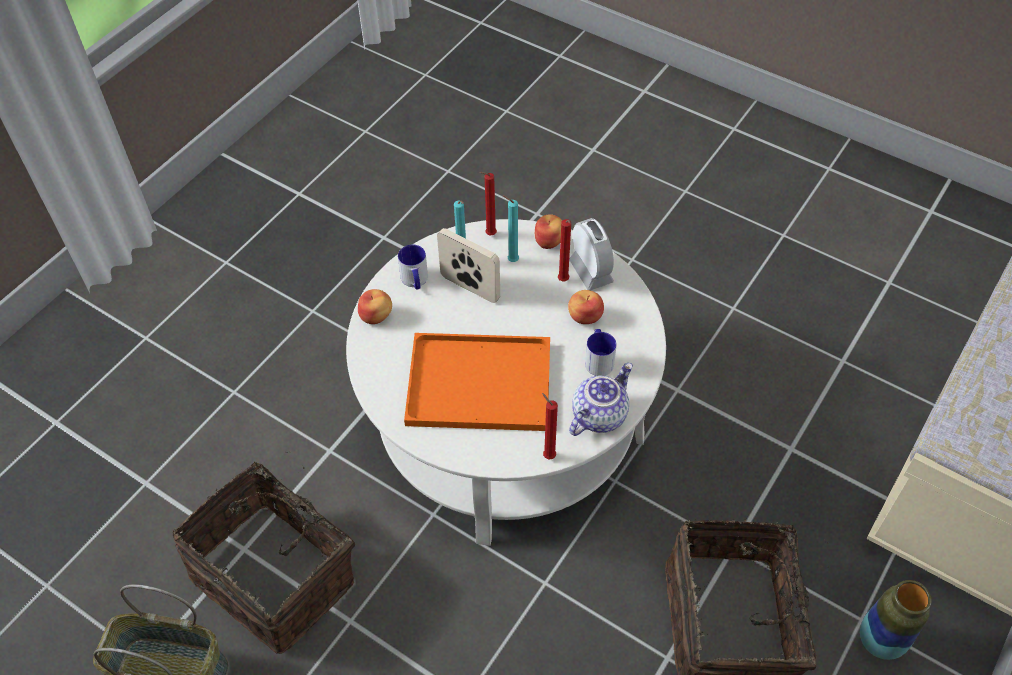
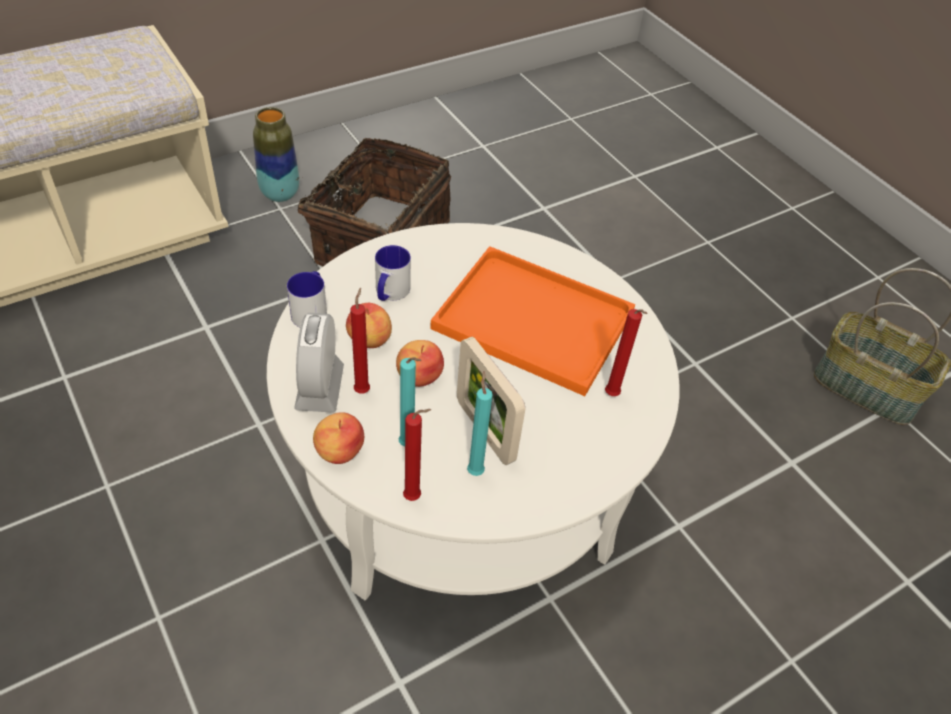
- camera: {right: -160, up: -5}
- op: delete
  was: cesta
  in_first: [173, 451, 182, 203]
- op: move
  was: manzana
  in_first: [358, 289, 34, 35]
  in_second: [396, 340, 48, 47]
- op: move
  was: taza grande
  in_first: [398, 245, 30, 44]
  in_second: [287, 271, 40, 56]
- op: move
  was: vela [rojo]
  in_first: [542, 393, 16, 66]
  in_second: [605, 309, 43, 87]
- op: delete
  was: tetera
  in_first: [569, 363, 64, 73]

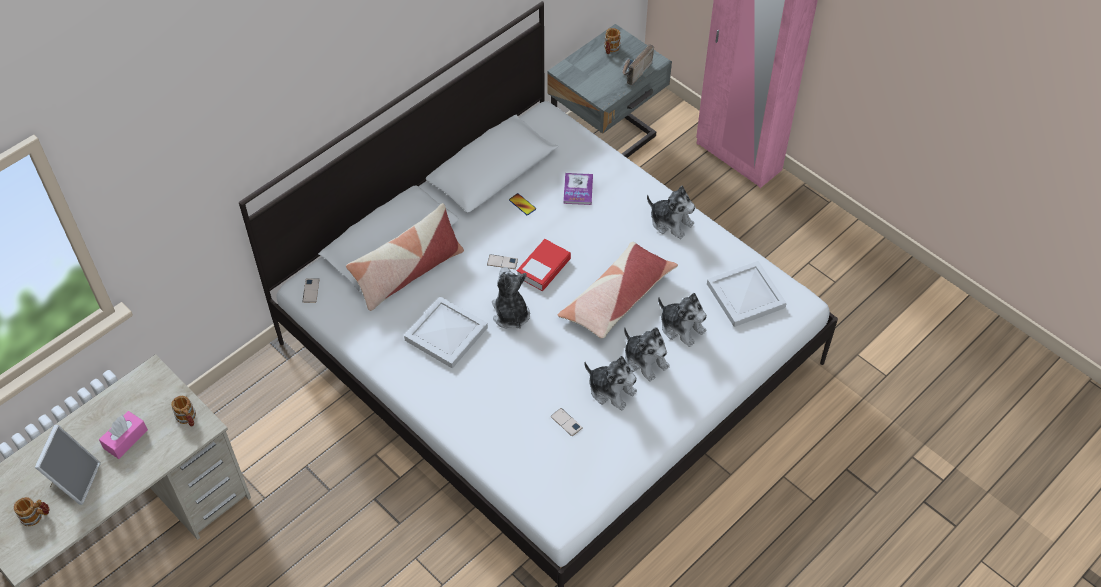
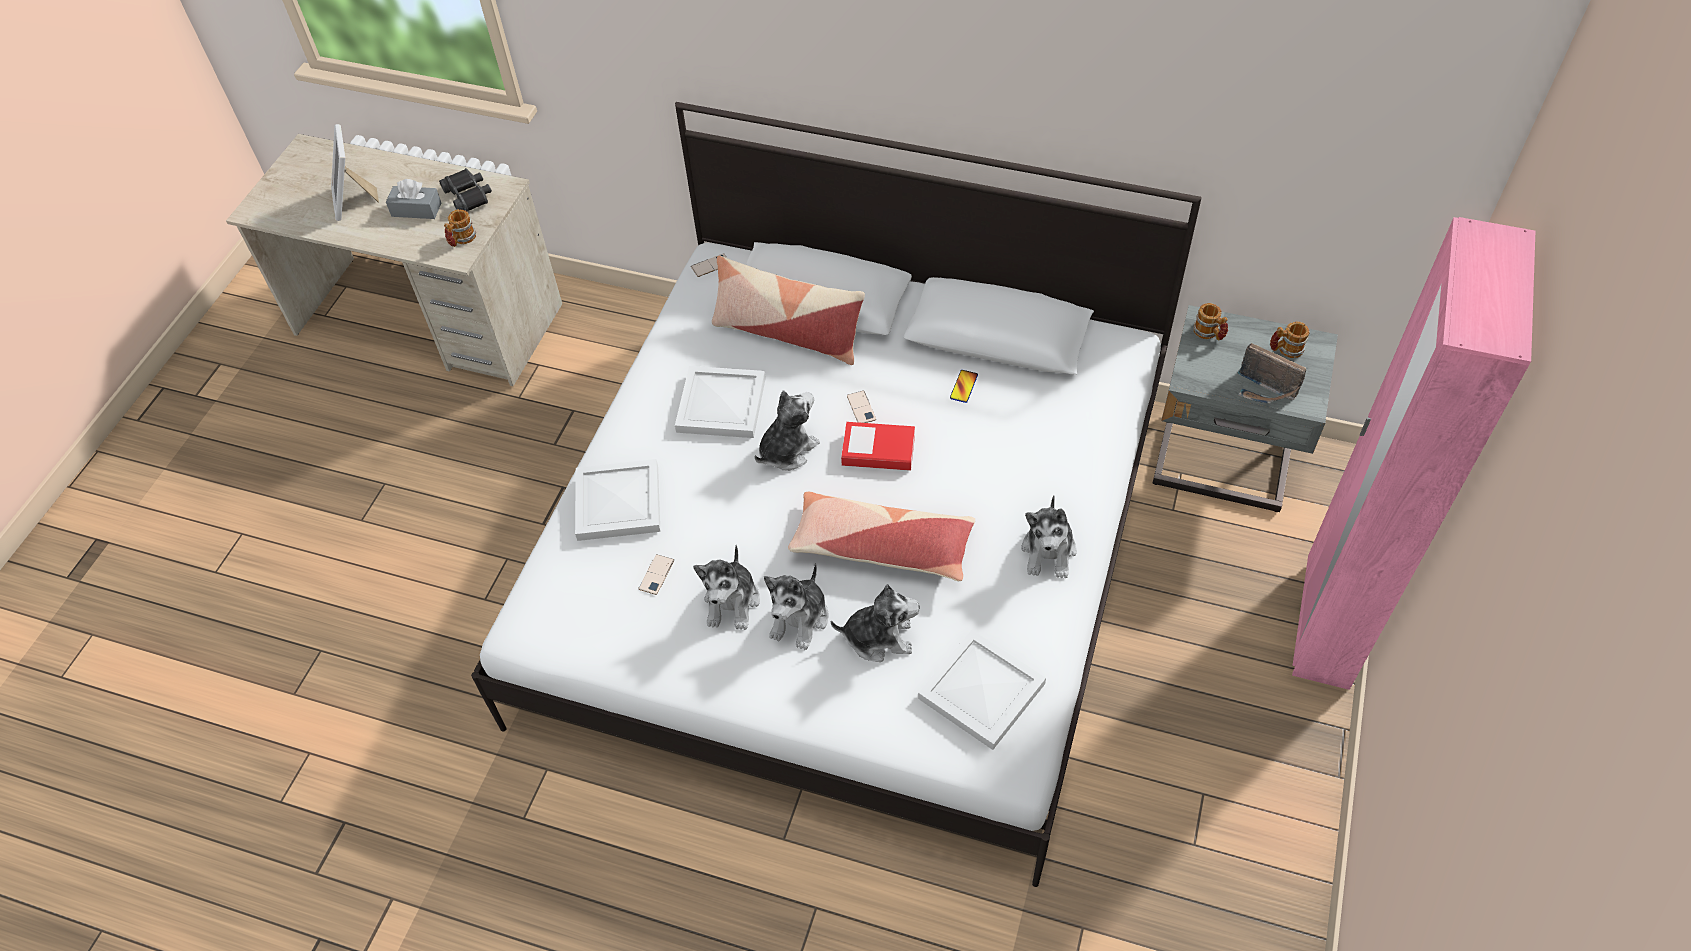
- camera: {right: 65, up: 0}
- op: move
  was: taza grande
  in_first: [14, 497, 36, 29]
  in_second: [1194, 303, 34, 38]
- op: rotate
  was: portarretratos
  in_first: [35, 424, 66, 81]
  in_second: [331, 124, 48, 97]
  clockwise: 90
- op: recolor
  was: caja de pañuelos [rosa]
  now: caja de pañuelos [gris]
  in_first: [99, 411, 49, 48]
  in_second: [386, 179, 55, 40]
- op: delete
  was: libro
  in_first: [563, 173, 30, 32]
- op: rotate
  was: radio
  in_first: [622, 44, 32, 42]
  in_second: [1238, 343, 68, 61]
  clockwise: -150
- op: rotate
  was: peluche
  in_first: [658, 293, 49, 54]
  in_second: [831, 584, 89, 78]
  clockwise: -105
- op: insert
  now: prismáticos [negro]
  in_second: [439, 168, 53, 44]
- op: insert
  now: bandeja [blanco]
  in_second: [575, 459, 85, 82]

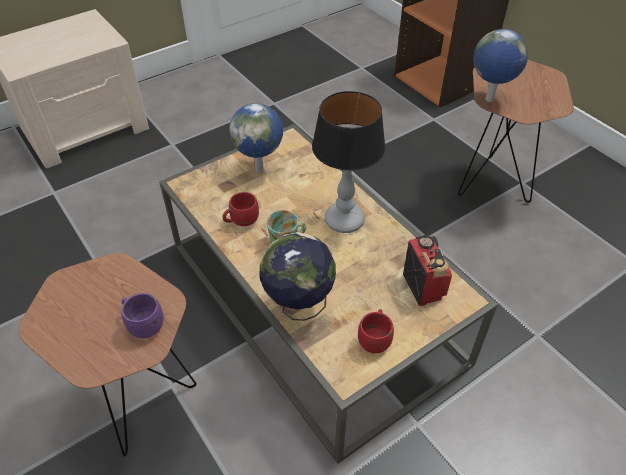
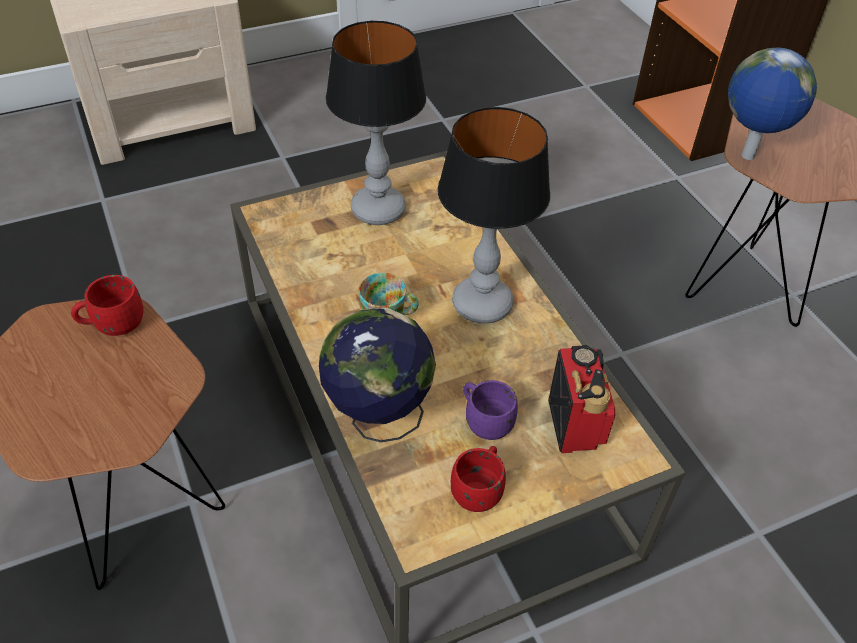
- camera: {right: 10, up: 0}
- op: move
  was: taza grande [morado]
  in_first: [122, 293, 42, 45]
  in_second: [463, 380, 55, 60]
- op: move
  was: taza grande [rojo]
  in_first: [222, 192, 37, 34]
  in_second: [71, 275, 73, 61]
- op: replace
  was: globo terráqueo
  now: lámpara de mesa
  in_first: [229, 103, 54, 70]
  in_second: [326, 21, 100, 204]

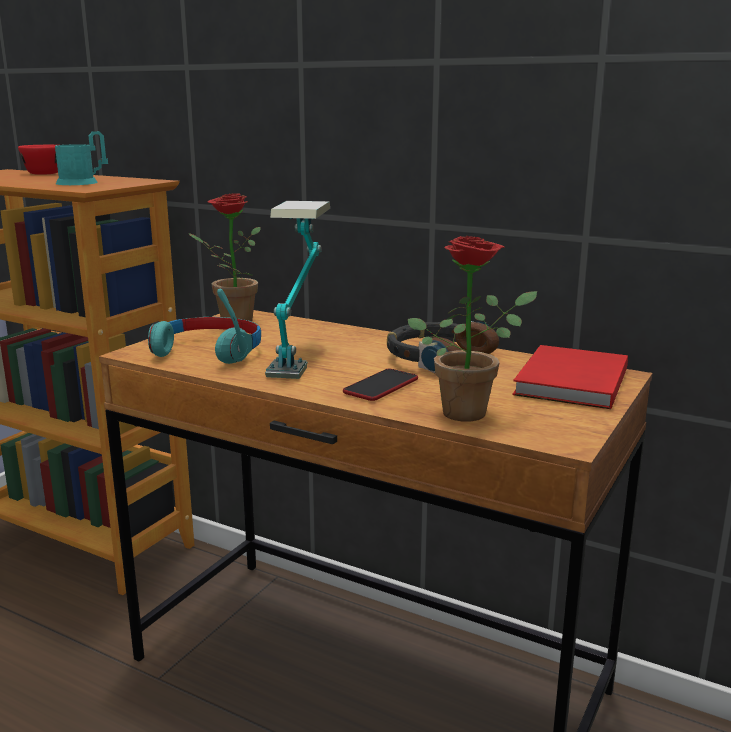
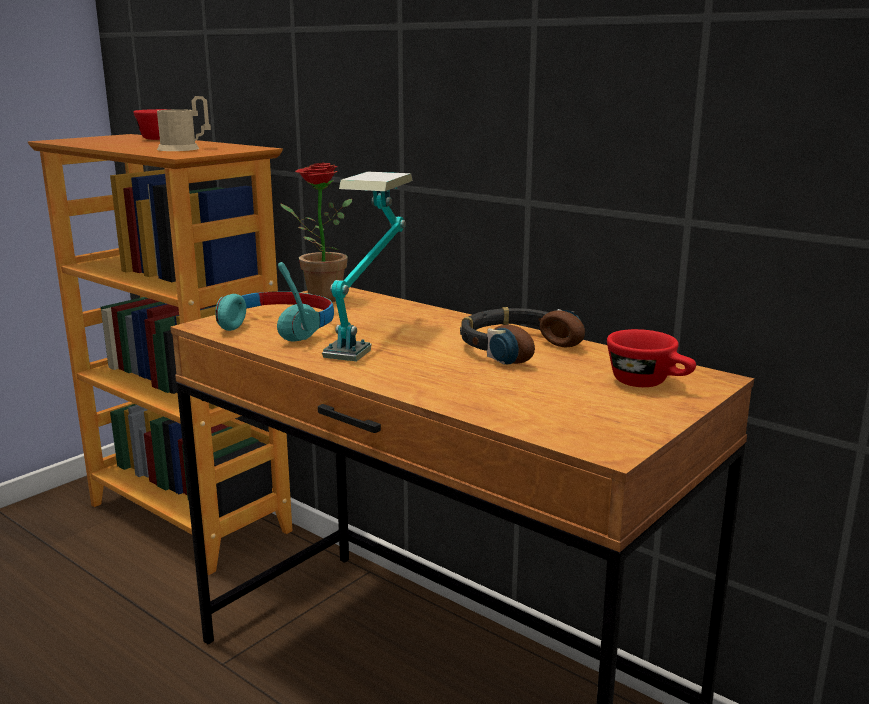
- camera: {right: 10, up: 0}
- op: recolor
  was: taza grande [turquesa]
  now: taza grande [beis]
  in_first: [55, 131, 53, 54]
  in_second: [157, 96, 54, 55]
- op: delete
  was: móvil
  in_first: [343, 369, 75, 32]
- op: delete
  was: planta en maceta
  in_first: [408, 236, 129, 186]
- op: replace
  was: libro [rojo]
  now: taza [rojo]
  in_first: [513, 345, 115, 64]
  in_second: [607, 329, 89, 58]

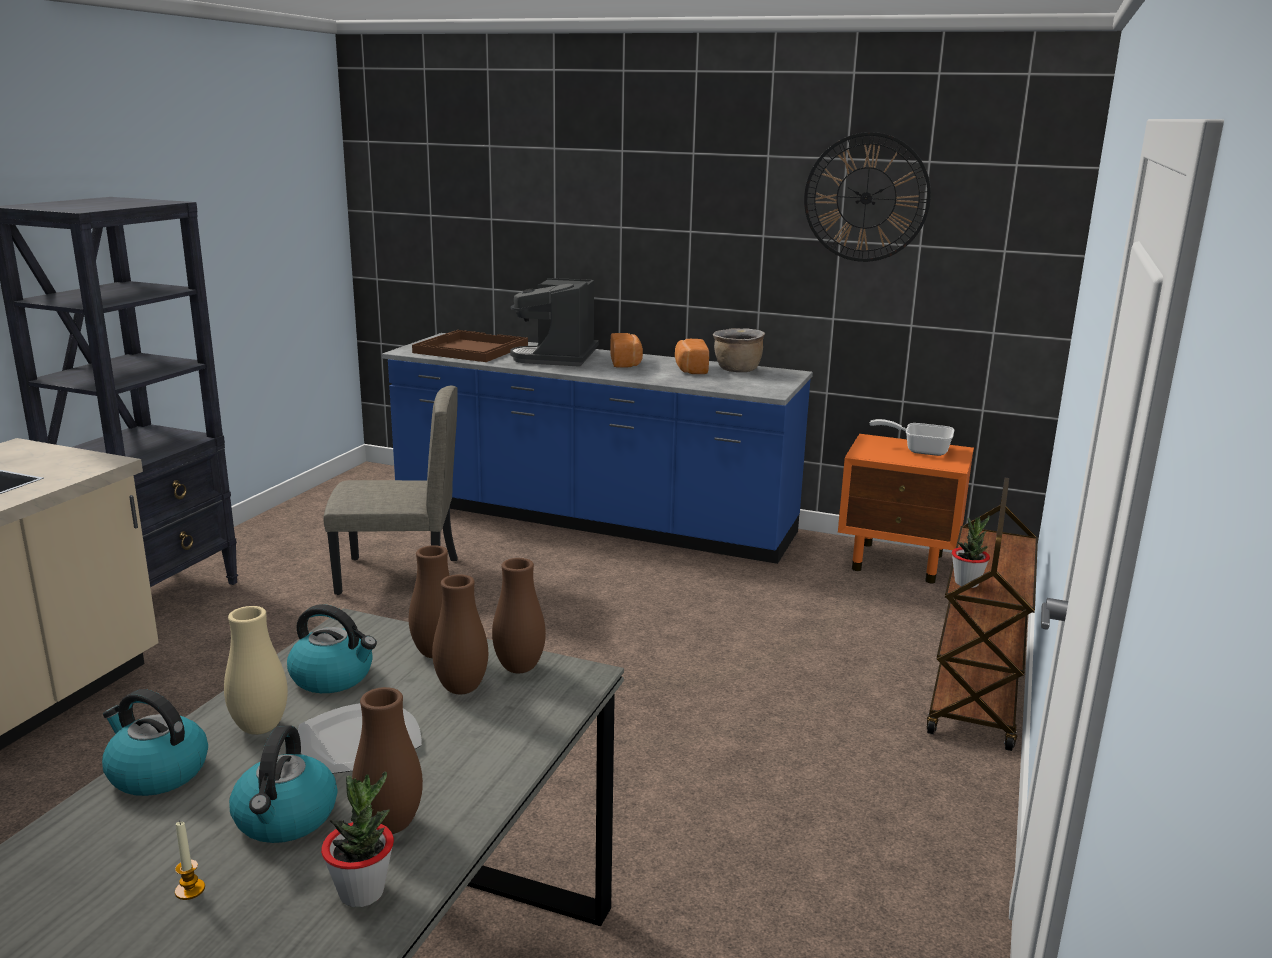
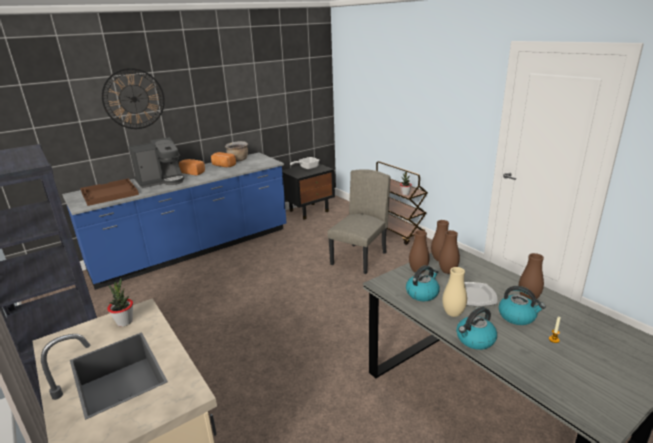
- camera: {right: -55, up: 5}
- op: move
  was: planta en maceta
  in_first: [321, 771, 73, 136]
  in_second: [107, 278, 26, 49]
- op: move
  was: silla [beis]
  in_first: [323, 386, 135, 209]
  in_second: [327, 169, 64, 105]
- op: rotate
  was: cafetera
  in_first: [510, 278, 89, 89]
  in_second: [128, 137, 56, 51]
  clockwise: -75
- op: move
  was: reloj de pared
  in_first: [804, 132, 127, 130]
  in_second: [102, 68, 63, 61]
- op: recolor
  was: mesita de noche [naranja]
  now: mesita de noche [negro]
  in_first: [838, 434, 136, 150]
  in_second: [282, 164, 53, 55]

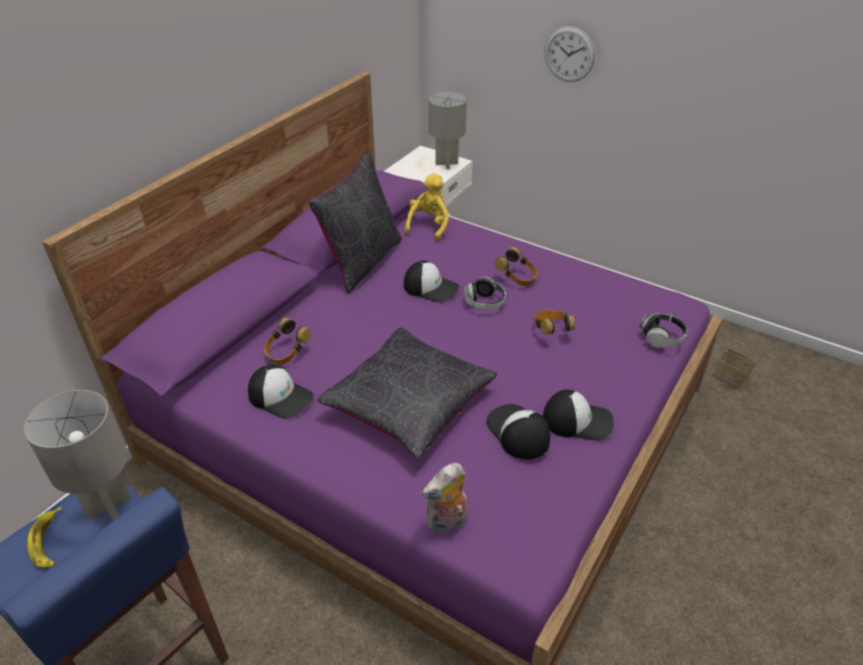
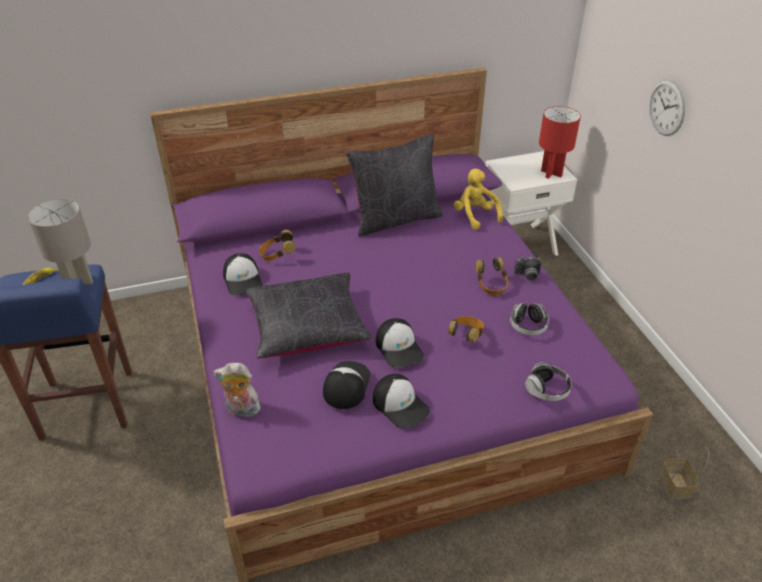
- camera: {right: 40, up: 0}
- op: rotate
  was: peluche [amarillo]
  in_first: [404, 173, 45, 69]
  in_second: [454, 169, 49, 61]
  clockwise: -90
- op: move
  was: gorra
  in_first: [404, 260, 55, 43]
  in_second: [376, 318, 48, 50]
- op: recolor
  was: lámpara de mesa [gris]
  now: lámpara de mesa [rojo]
  in_first: [429, 91, 38, 78]
  in_second: [539, 106, 42, 73]
- op: move
  was: auriculares
  in_first: [464, 277, 42, 33]
  in_second: [510, 303, 39, 32]
- op: insert
  now: cámara
  in_second: [514, 257, 28, 24]

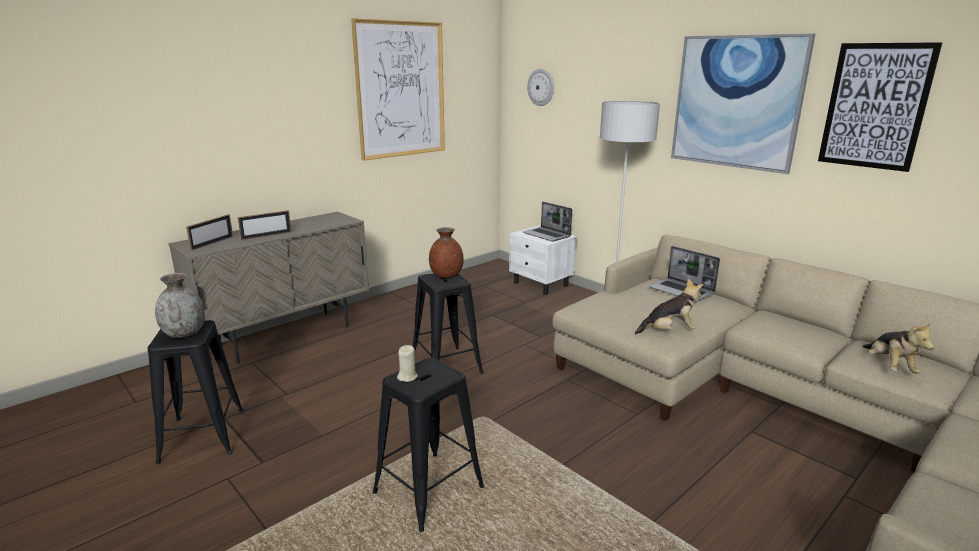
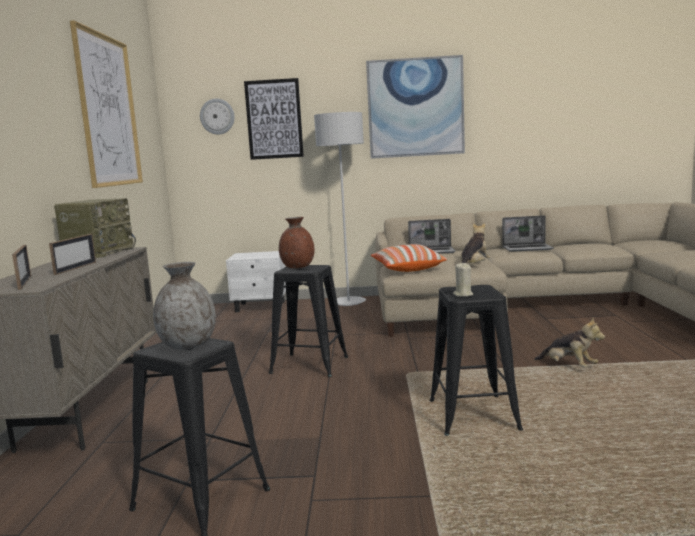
- camera: {right: -45, up: -10}
- op: move
  was: portátil
  in_first: [523, 202, 49, 39]
  in_second: [502, 216, 52, 36]
- op: move
  was: cuadro
  in_first: [818, 42, 124, 130]
  in_second: [244, 78, 60, 82]
- op: move
  was: peluche
  in_first: [862, 323, 72, 51]
  in_second: [534, 318, 71, 49]
- op: insert
  now: radio
  in_second: [54, 198, 82, 60]
- op: insert
  now: cojín
  in_second: [371, 244, 76, 28]

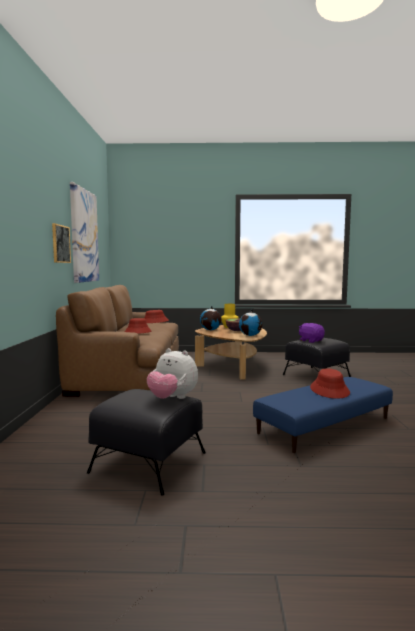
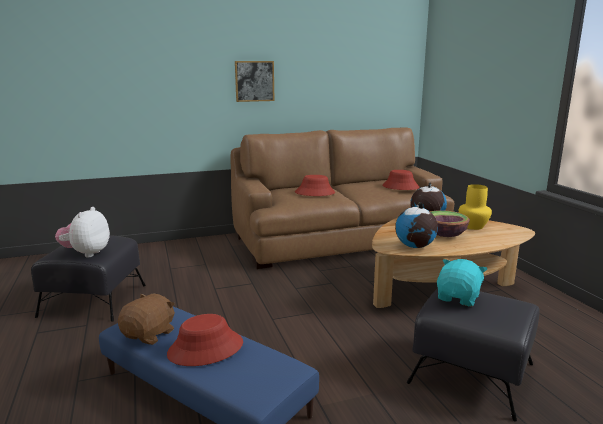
- camera: {right: 70, up: 10}
- op: delete
  was: cuadro
  in_first: [70, 182, 29, 101]
- op: recolor
  was: peluche [morado]
  now: peluche [turquesa]
  in_first: [299, 323, 26, 20]
  in_second: [437, 259, 50, 48]
- op: insert
  now: peluche [marrón]
  in_second: [118, 294, 57, 51]

